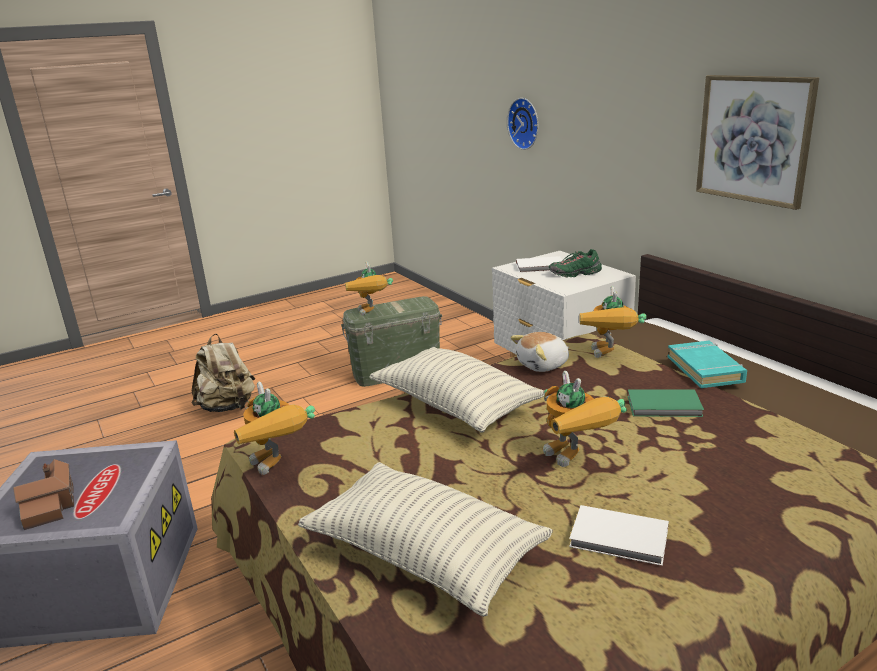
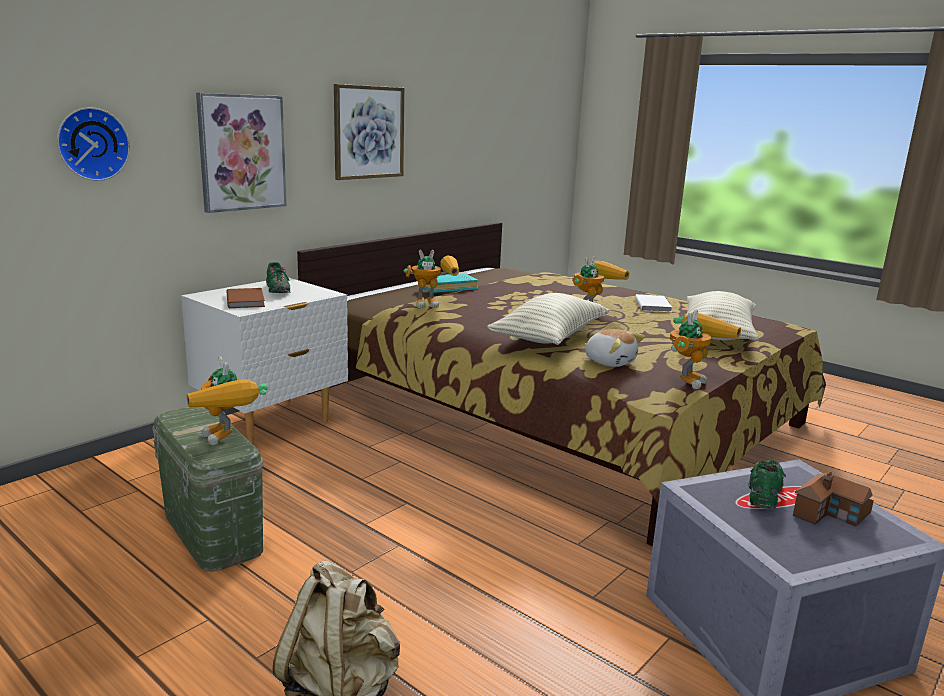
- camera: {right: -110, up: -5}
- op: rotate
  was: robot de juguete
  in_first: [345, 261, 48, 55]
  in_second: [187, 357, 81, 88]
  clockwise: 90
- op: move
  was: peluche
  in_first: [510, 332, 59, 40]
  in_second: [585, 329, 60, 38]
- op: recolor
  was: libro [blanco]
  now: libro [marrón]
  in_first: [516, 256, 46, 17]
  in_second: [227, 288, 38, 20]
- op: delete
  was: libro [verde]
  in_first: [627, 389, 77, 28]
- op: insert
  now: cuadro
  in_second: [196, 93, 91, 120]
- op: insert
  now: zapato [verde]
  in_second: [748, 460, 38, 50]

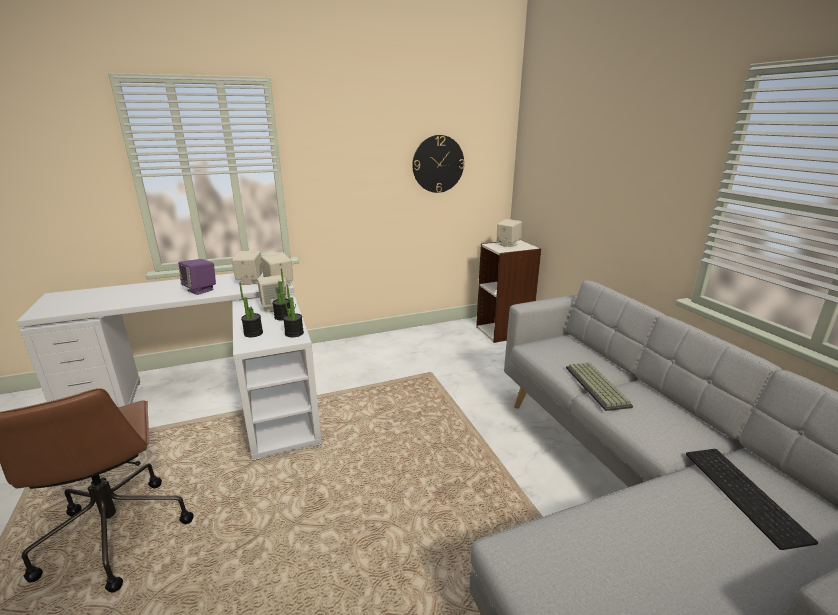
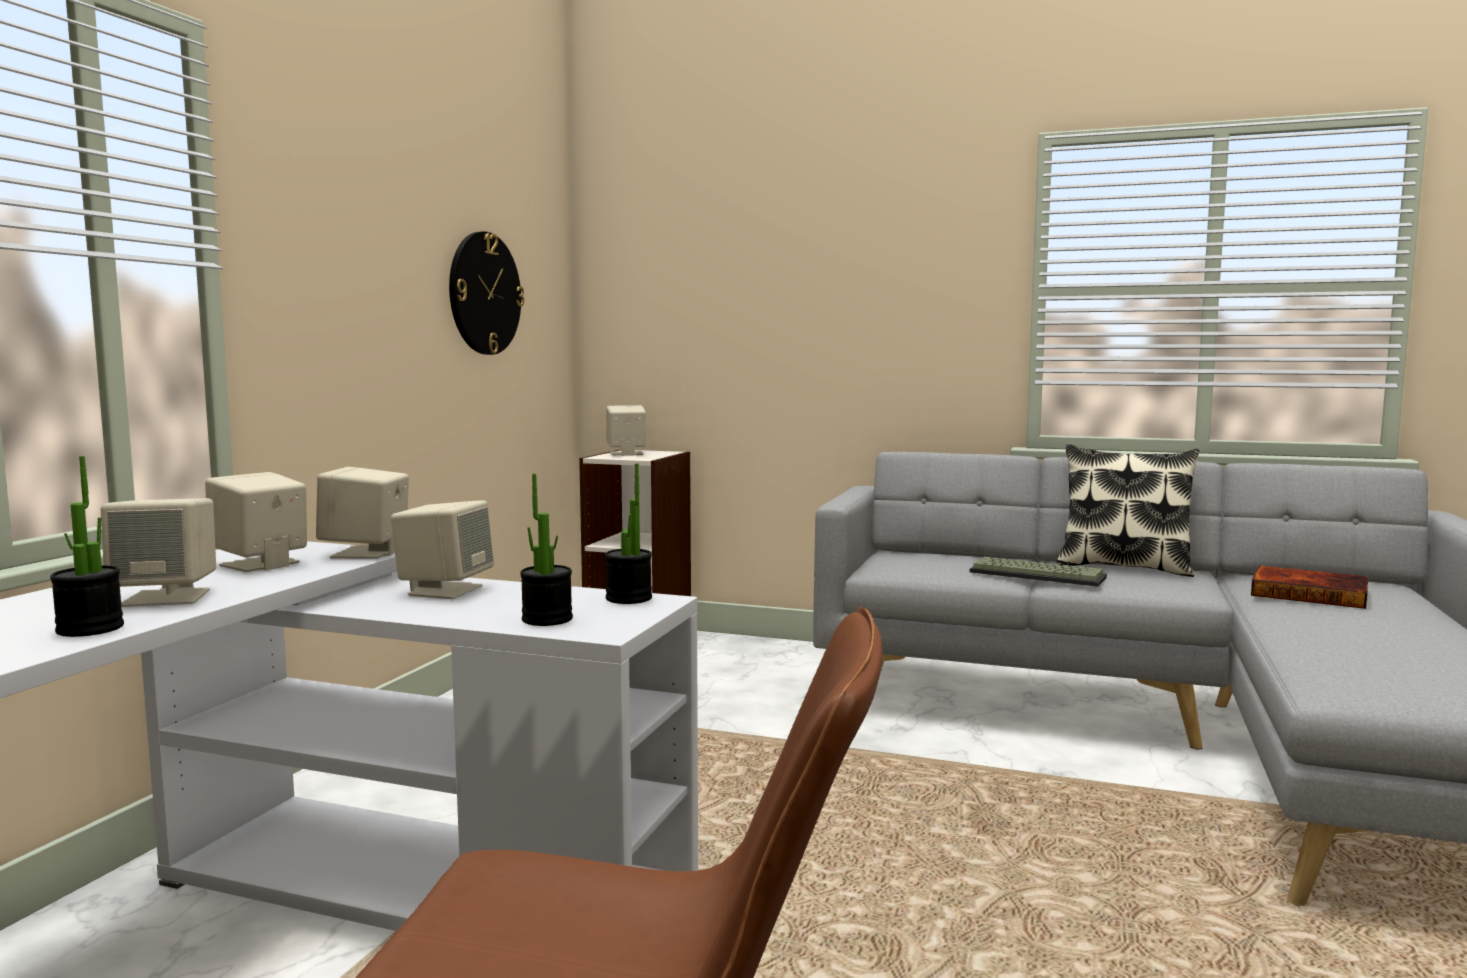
- camera: {right: -50, up: -15}
- op: recolor
  was: altavoz [morado]
  now: altavoz [beis]
  in_first: [178, 259, 38, 36]
  in_second: [101, 498, 115, 109]
- op: move
  was: planta en maceta
  in_first: [272, 268, 18, 52]
  in_second: [50, 456, 74, 181]
- op: replace
  was: teclado
  now: libro
  in_first: [686, 449, 132, 101]
  in_second: [1251, 565, 117, 44]
- op: insert
  now: cojín
  in_second: [1056, 444, 144, 133]

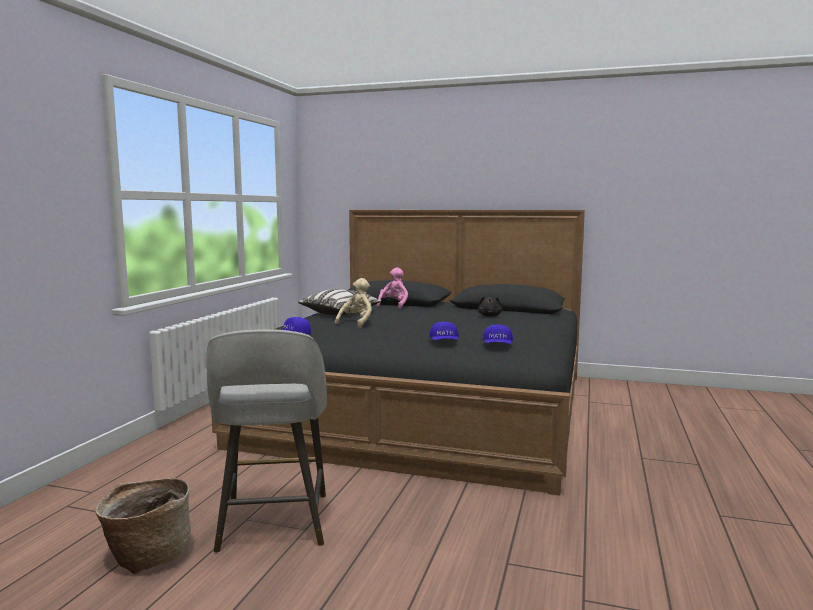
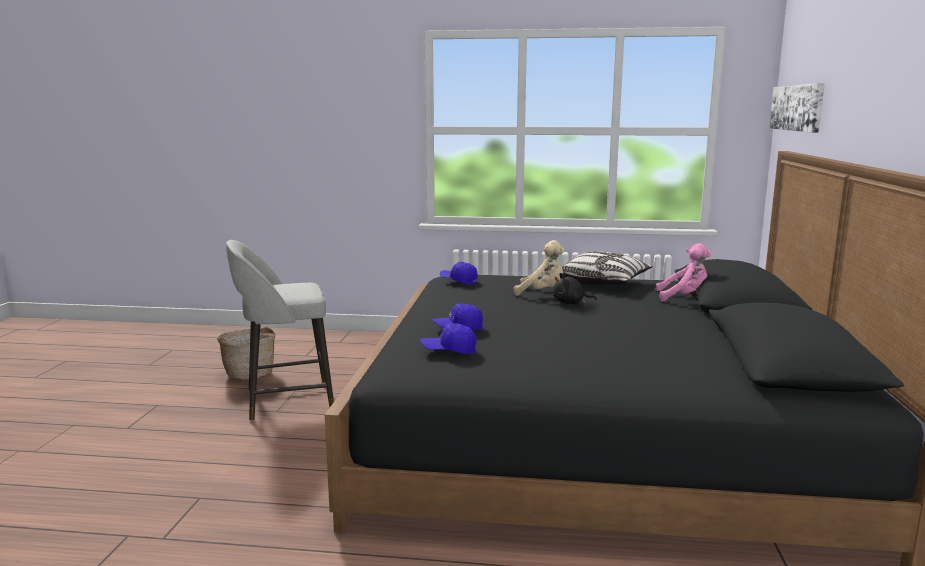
- camera: {right: 80, up: 5}
- op: move
  was: peluche [negro]
  in_first: [478, 296, 24, 21]
  in_second: [553, 273, 44, 31]
- op: insert
  now: cuadro
  in_second: [769, 83, 56, 50]

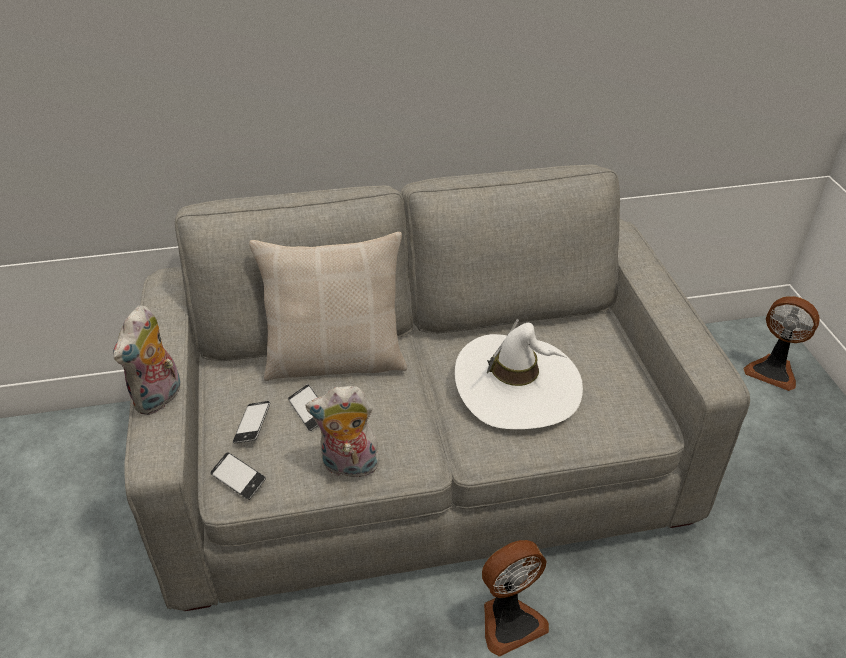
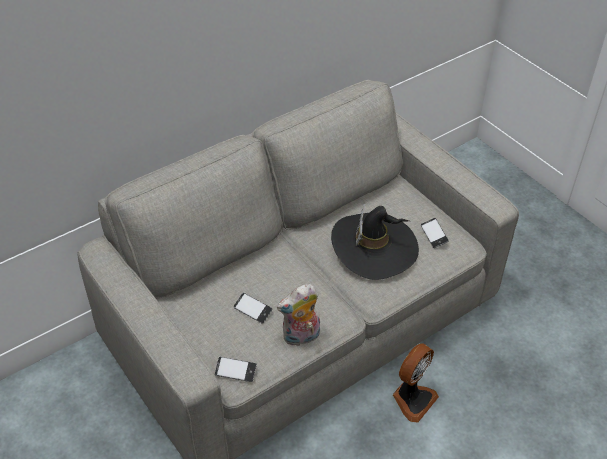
- camera: {right: -25, up: 5}
- op: delete
  was: peluche
  in_first: [113, 306, 68, 109]
- op: move
  was: móvil
  in_first: [233, 401, 38, 42]
  in_second: [421, 218, 28, 30]
- op: delete
  was: cojín [beis]
  in_first: [249, 232, 158, 149]
- op: recolor
  was: sombrero [blanco]
  now: sombrero [negro]
  in_first: [455, 319, 128, 110]
  in_second: [331, 204, 88, 76]
- op: delete
  was: ventilador
  in_first: [743, 296, 77, 95]

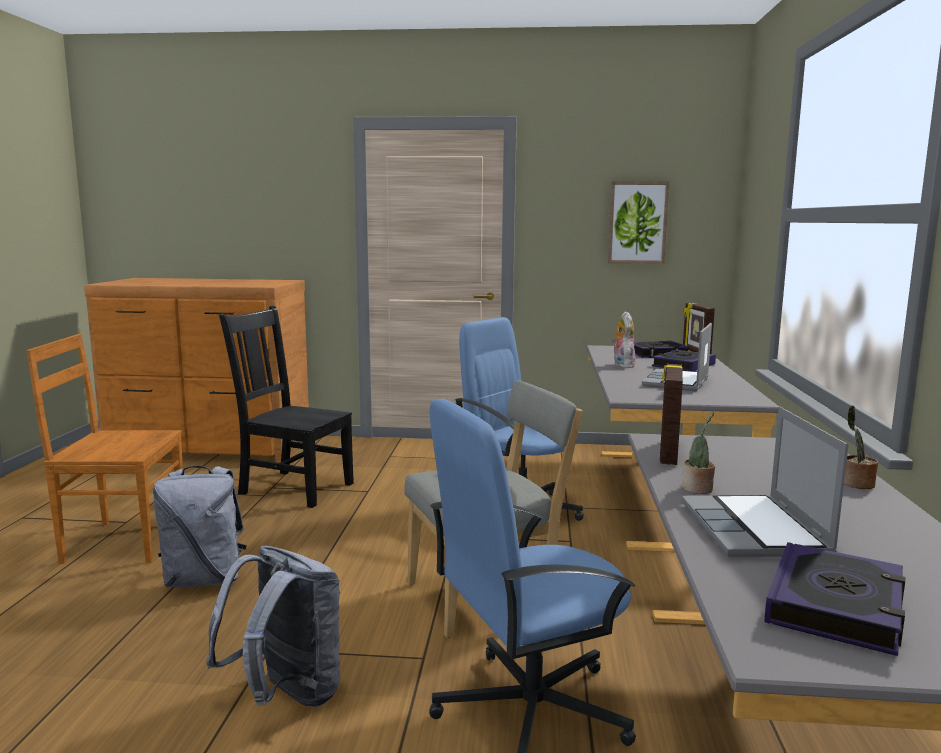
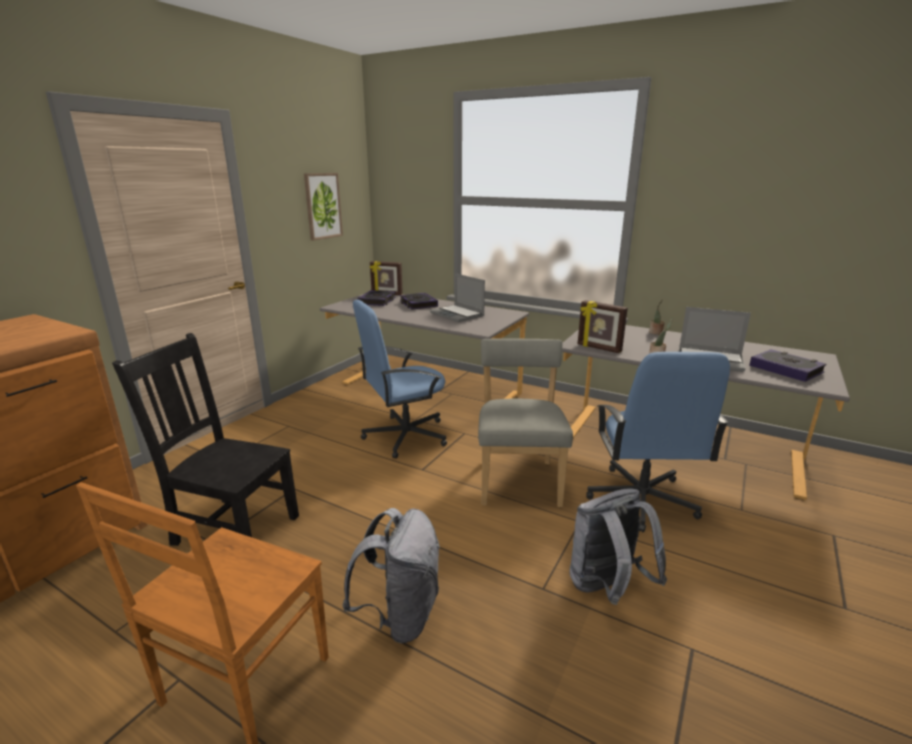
- camera: {right: -65, up: 10}
- op: rotate
  was: silla [negro]
  in_first: [219, 306, 135, 202]
  in_second: [112, 333, 187, 213]
  clockwise: 60
- op: delete
  was: peluche
  in_first: [611, 311, 25, 57]

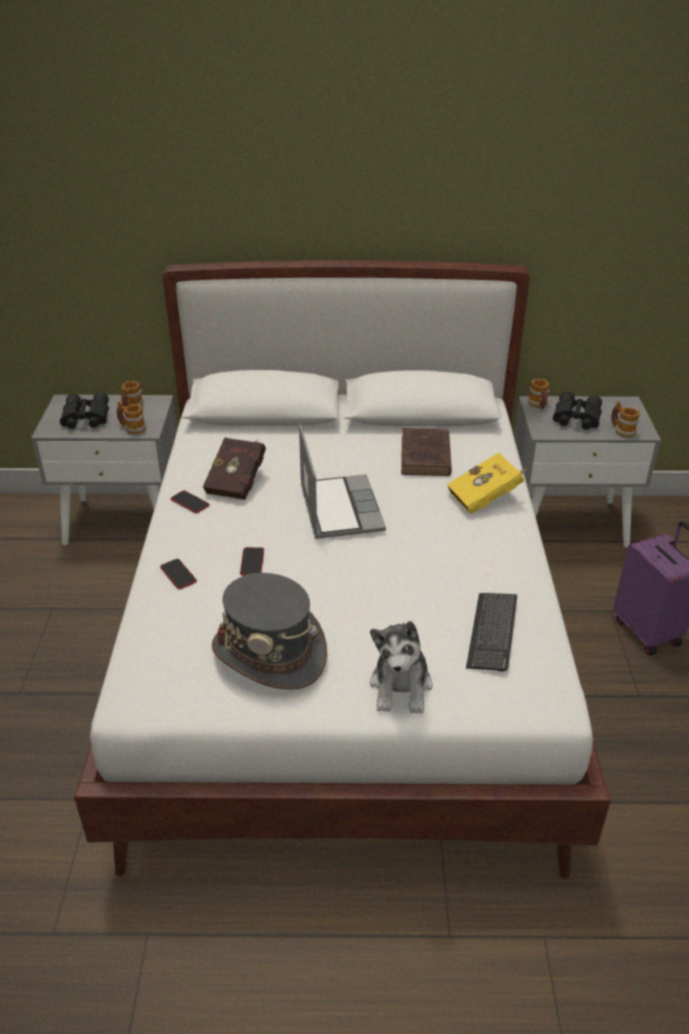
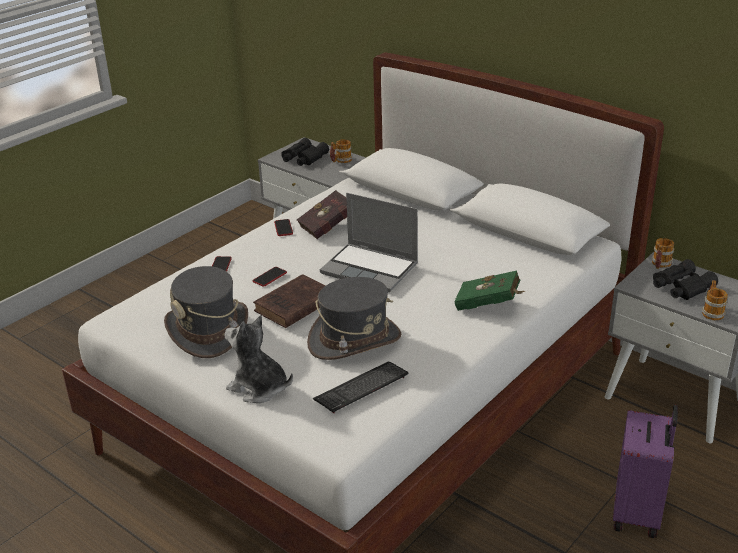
- camera: {right: 40, up: -5}
- op: delete
  was: taza grande
  in_first: [116, 401, 30, 34]
- op: rotate
  was: portátil
  in_first: [299, 424, 87, 115]
  in_second: [320, 193, 98, 99]
  clockwise: 90
- op: rotate
  was: peluche
  in_first: [370, 621, 63, 93]
  in_second: [224, 315, 69, 88]
  clockwise: 75
- op: move
  was: libro [marrón]
  in_first: [401, 428, 51, 48]
  in_second: [253, 274, 73, 54]
- op: recolor
  was: libro [amarillo]
  now: libro [verde]
  in_first: [447, 452, 80, 62]
  in_second: [454, 270, 71, 41]
- op: insert
  now: sombrero [gris]
  in_second: [307, 277, 94, 83]

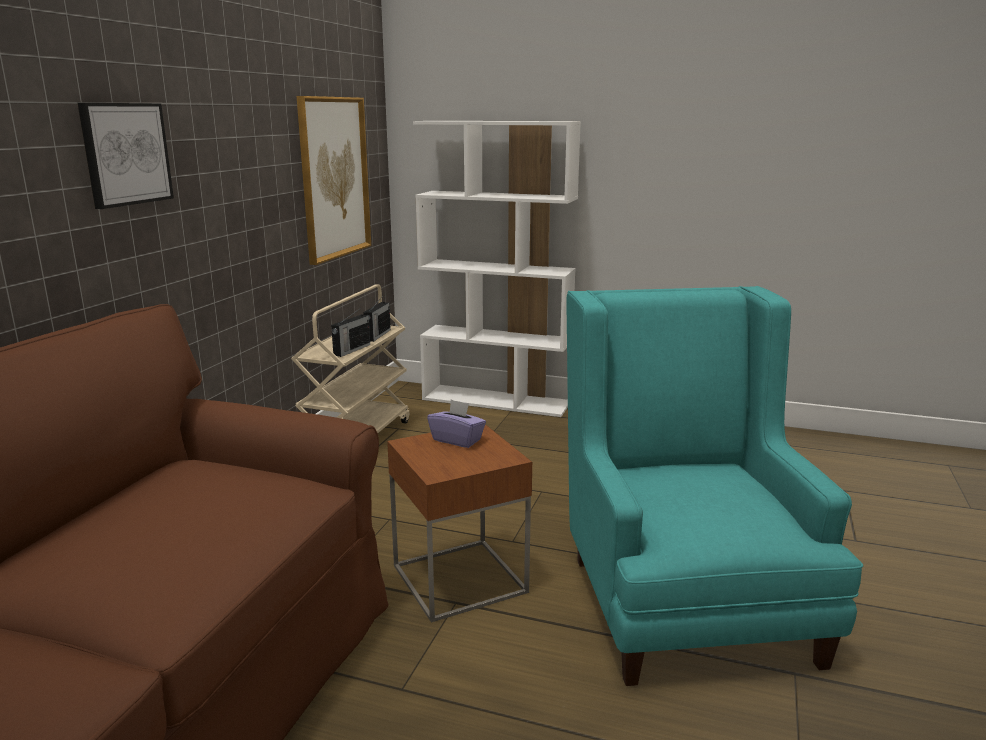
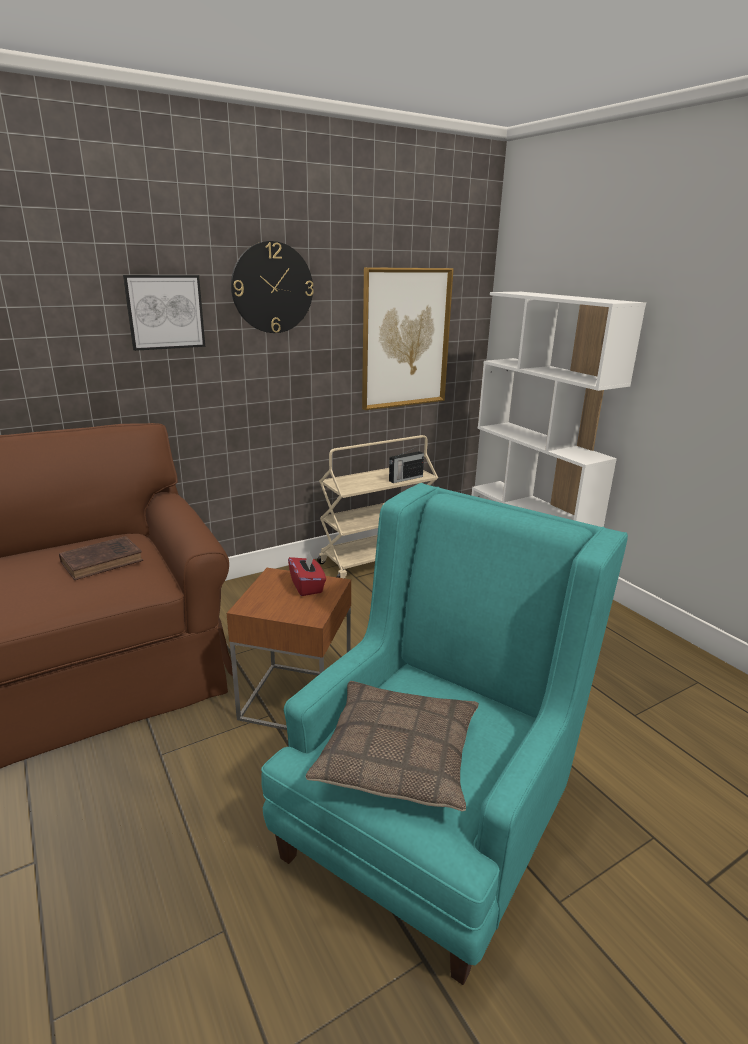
- camera: {right: 40, up: 5}
- op: delete
  was: radio
  in_first: [331, 310, 39, 47]
- op: recolor
  was: caja de pañuelos [morado]
  now: caja de pañuelos [rojo]
  in_first: [427, 399, 59, 49]
  in_second: [288, 551, 38, 45]
- op: insert
  now: libro [marrón]
  in_second: [59, 536, 84, 44]
- op: insert
  now: reloj de pared
  in_second: [231, 241, 83, 92]
- op: insert
  now: cojín
  in_second: [306, 681, 173, 130]

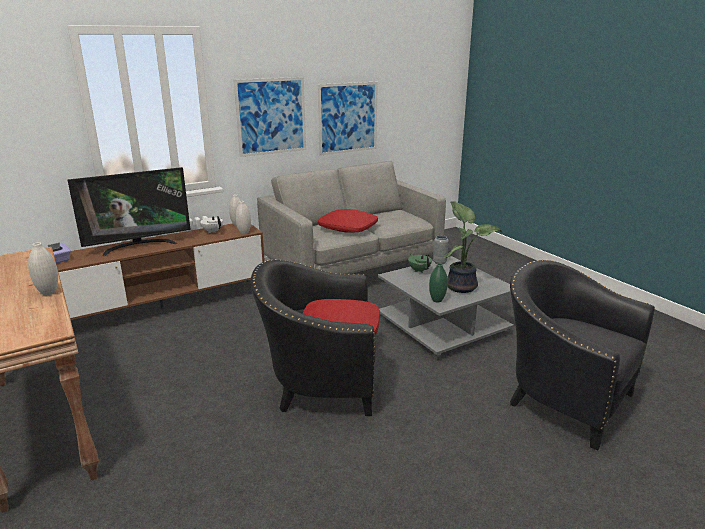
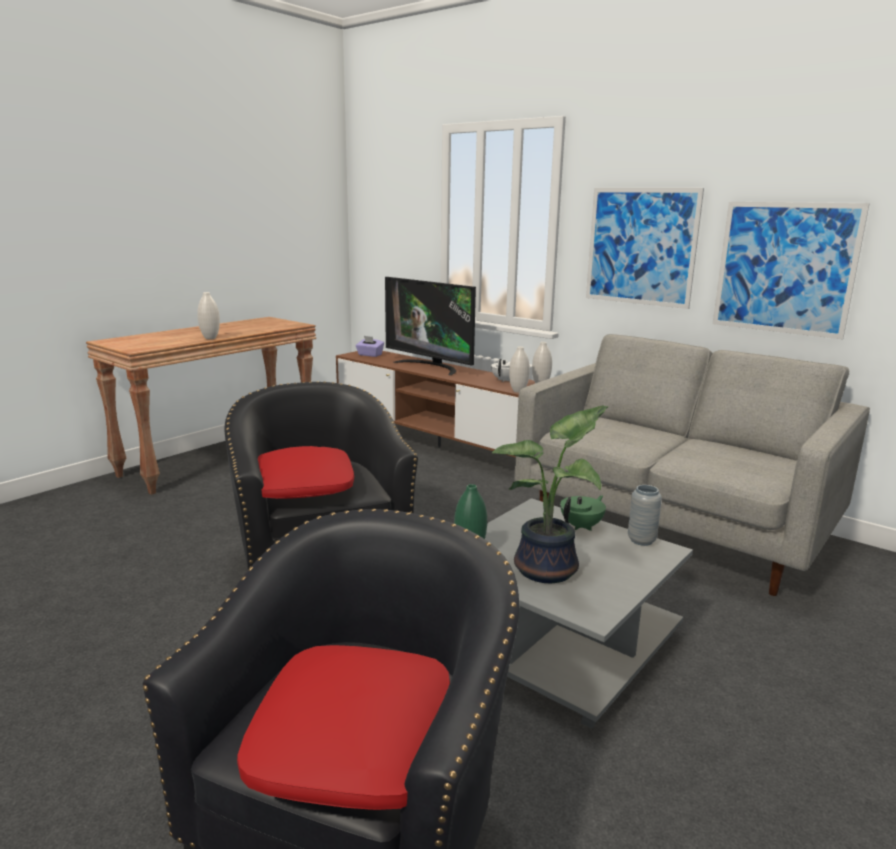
- camera: {right: 70, up: -5}
- op: move
  was: cojín [rojo]
  in_first: [318, 209, 60, 24]
  in_second: [237, 645, 213, 165]

